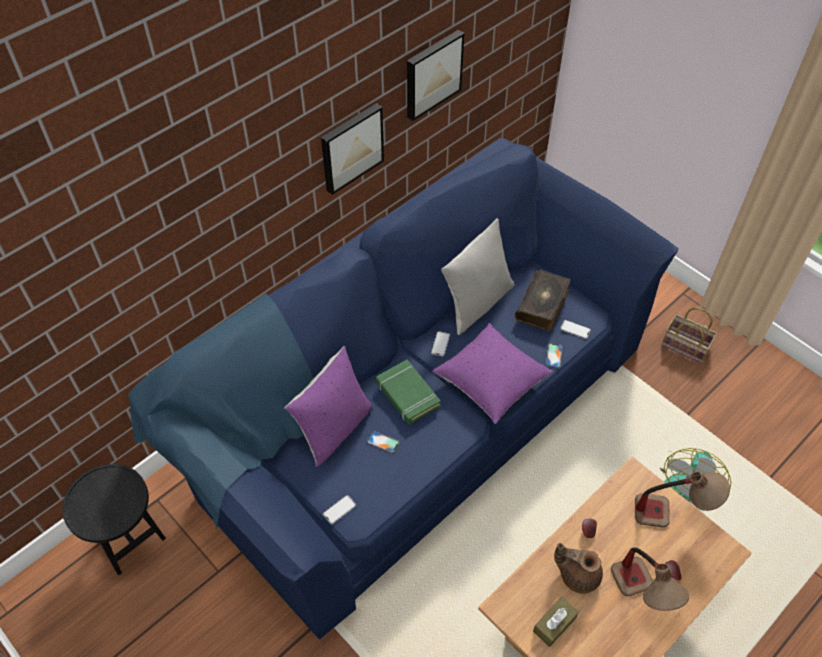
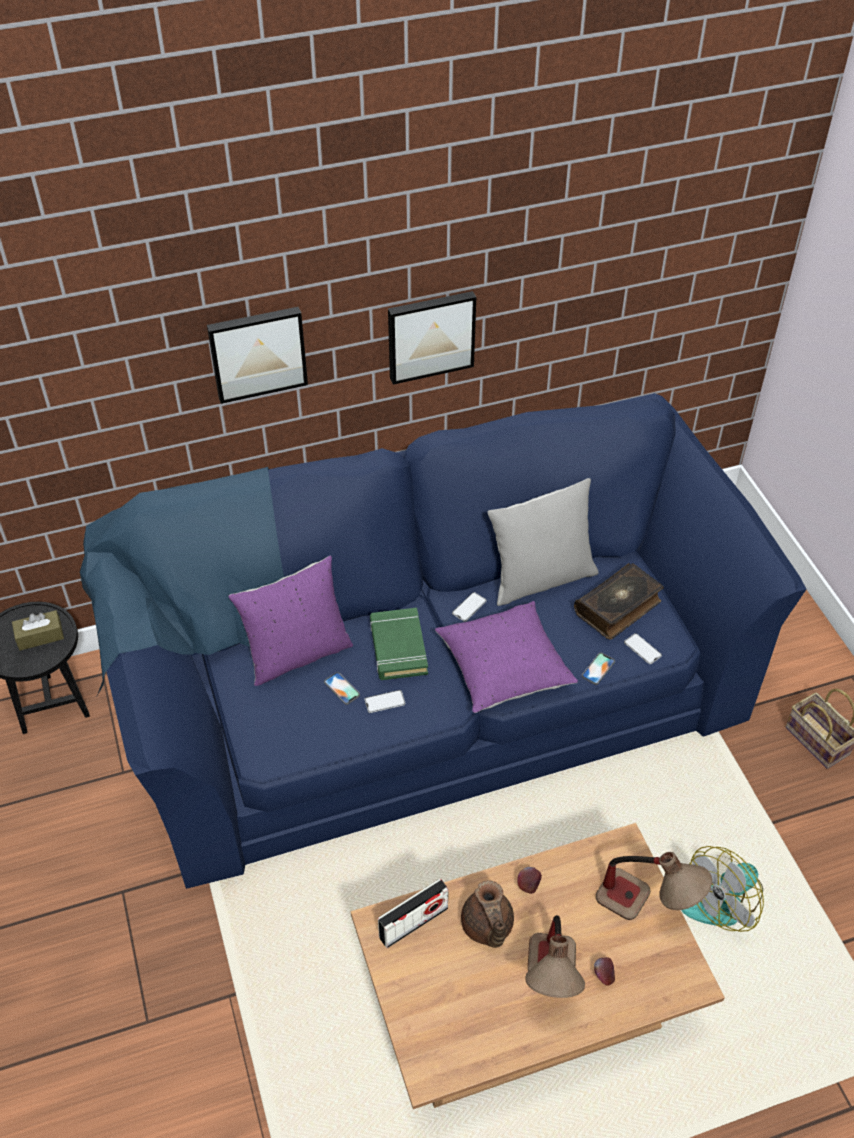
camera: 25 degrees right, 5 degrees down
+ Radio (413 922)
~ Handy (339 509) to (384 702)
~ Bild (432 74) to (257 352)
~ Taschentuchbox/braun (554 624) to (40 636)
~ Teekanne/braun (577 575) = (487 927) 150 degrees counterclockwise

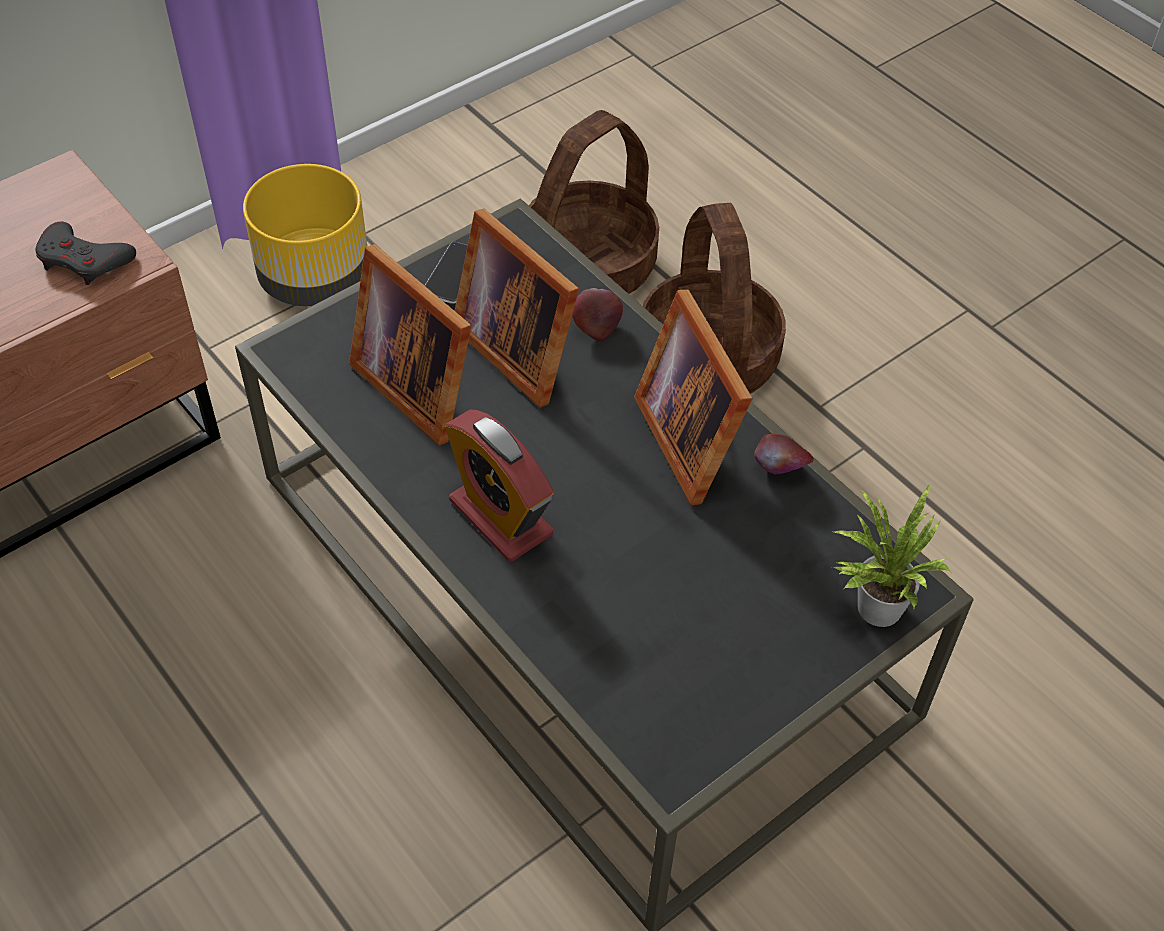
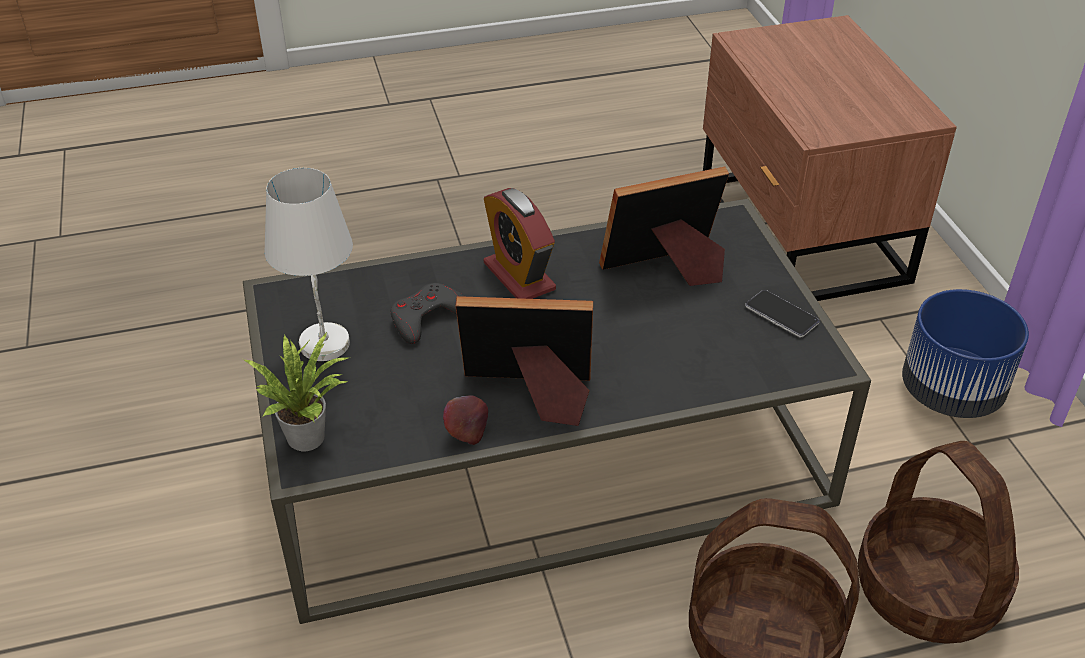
camera: 115 degrees right, 10 degrees down
- Bilderrahmen (518 347)
- Apfel (597 327)
+ Tischlampe/weiß (325 345)
~ Gamepad/grau (84 260) to (427 318)
~ Pflanzkübel/gelb (315 278) to Pflanzkübel/blau (951 392)
~ Wecker (500 517) = (519 276) 105 degrees counterclockwise

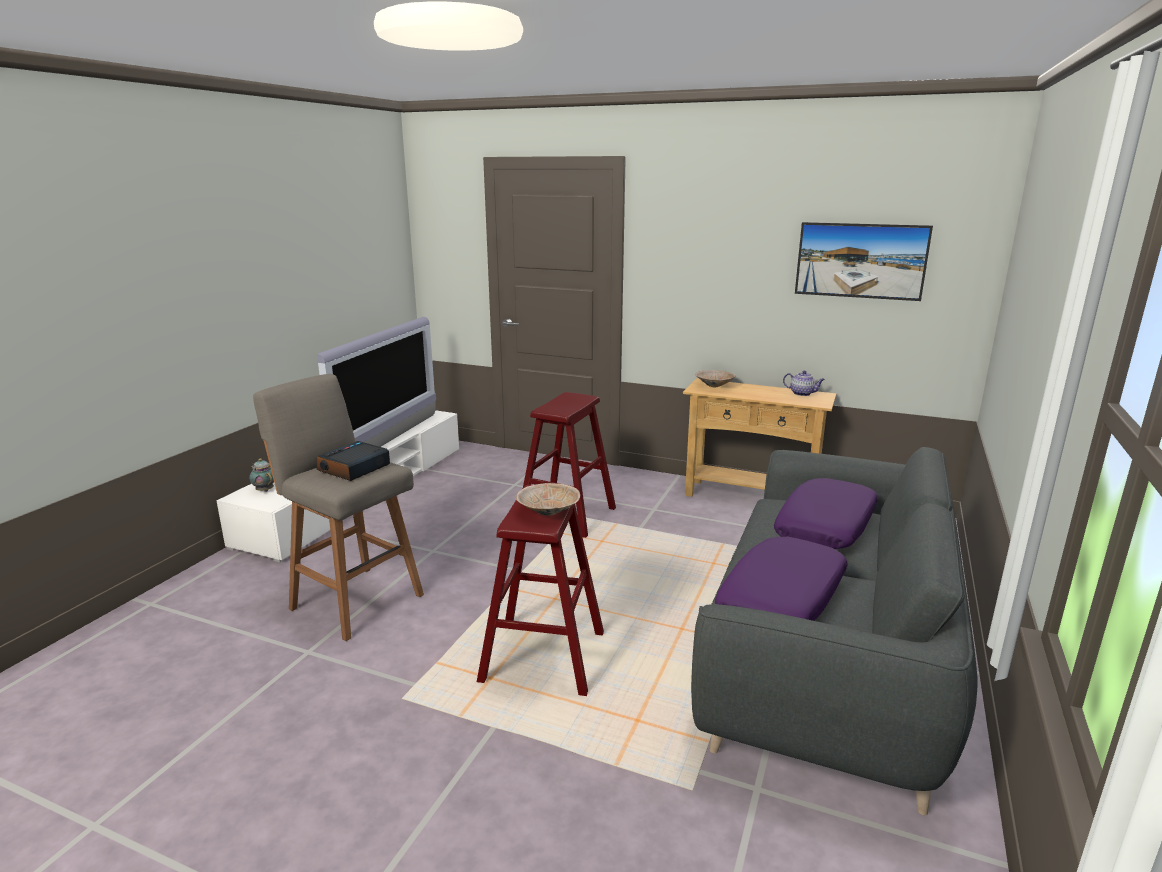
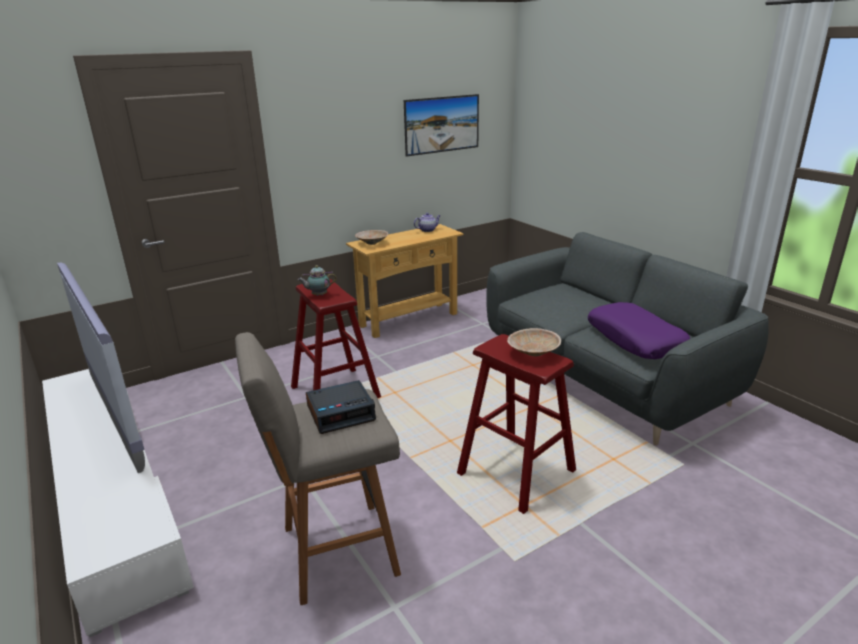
camera: 55 degrees left, 5 degrees up
- Kissen/lila (826 526)
~ Teekanne (264 490) to (318 295)
~ Wecker (354 468) = (341 413) 90 degrees counterclockwise

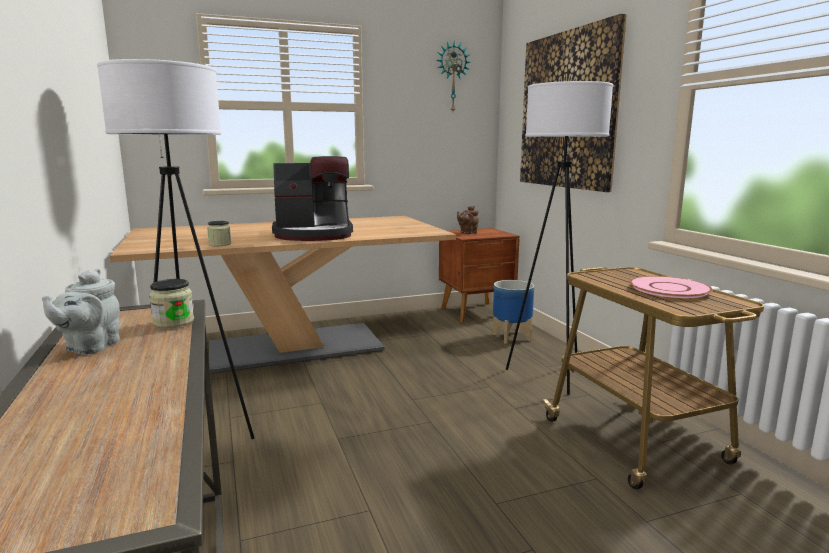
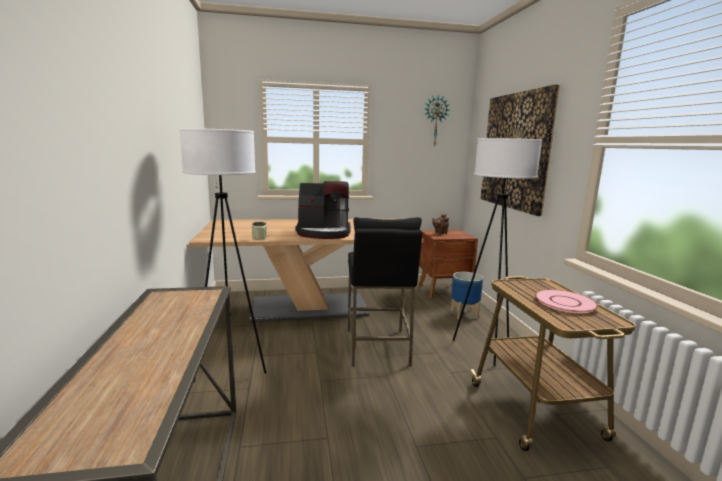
camera: 10 degrees right, 0 degrees up
- Teekanne/grau (90 347)
- Vorratsglas (173 322)
+ Hocker/schwarz (377 347)

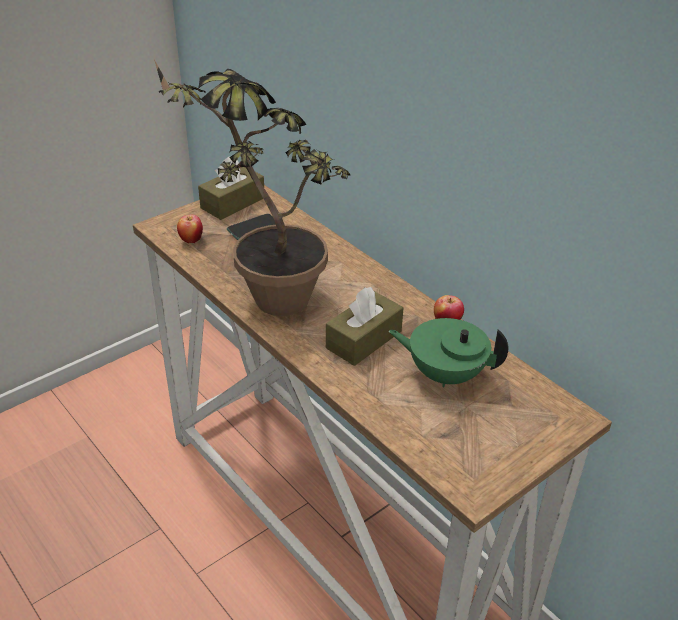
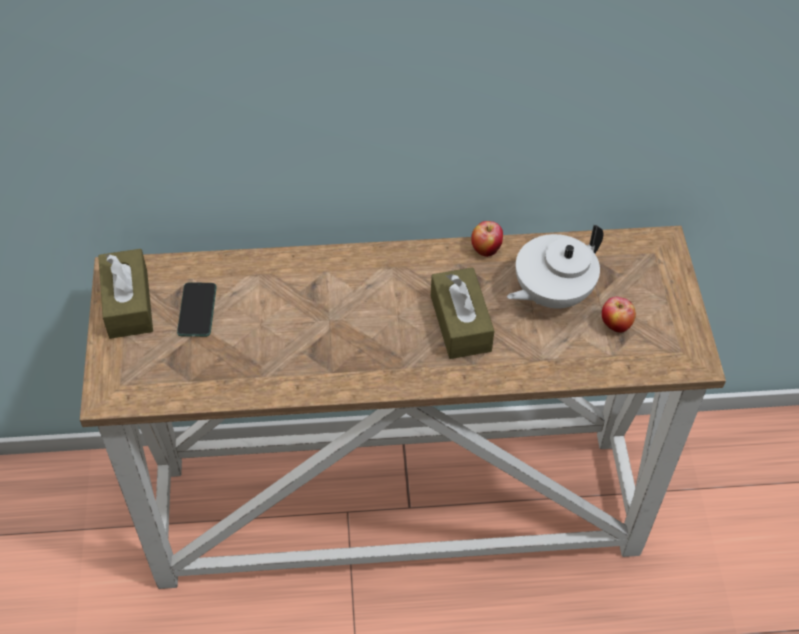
camera: 55 degrees left, 15 degrees up
- Topfpflanze (263 293)
~ Apfel (191 240) to (615 325)
~ Teekanne/grün (445 374) to Teekanne/weiß (551 293)

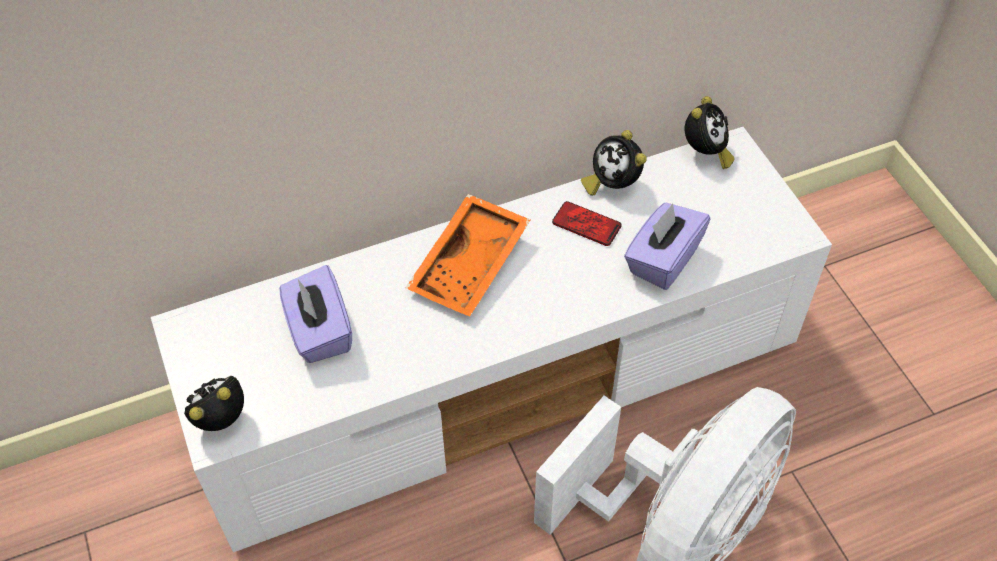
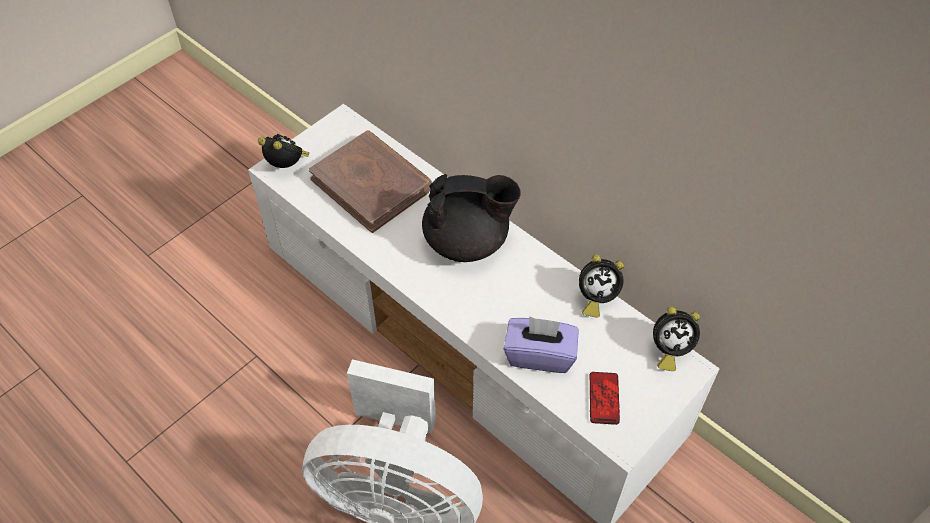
camera: 65 degrees right, 0 degrees up
~ Handy (586 224) to (604 398)
~ Taschentuchbox/lila (319 332) to Buch/braun (372 184)
~ Tablett/orange (471 266) to Teekanne/schwarz (468 241)
~ Wecker (612 184) = (595 298) 120 degrees counterclockwise

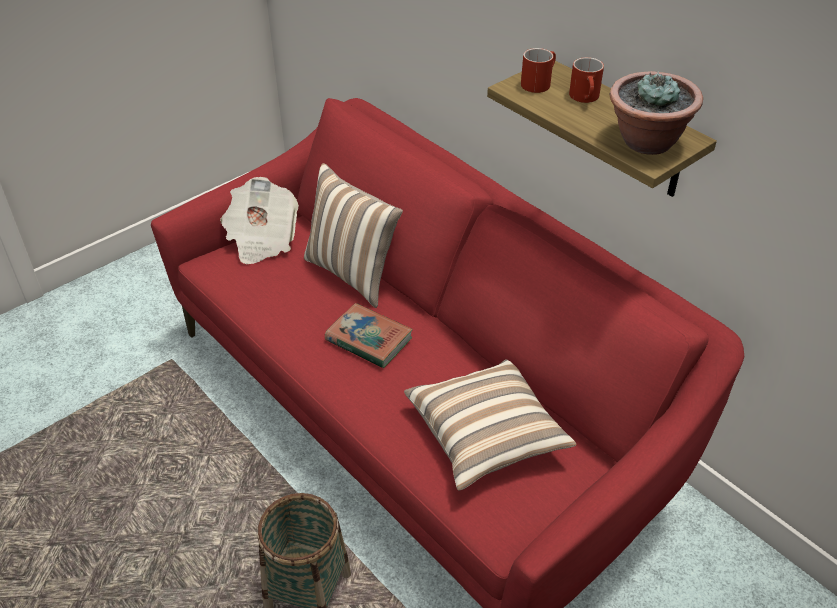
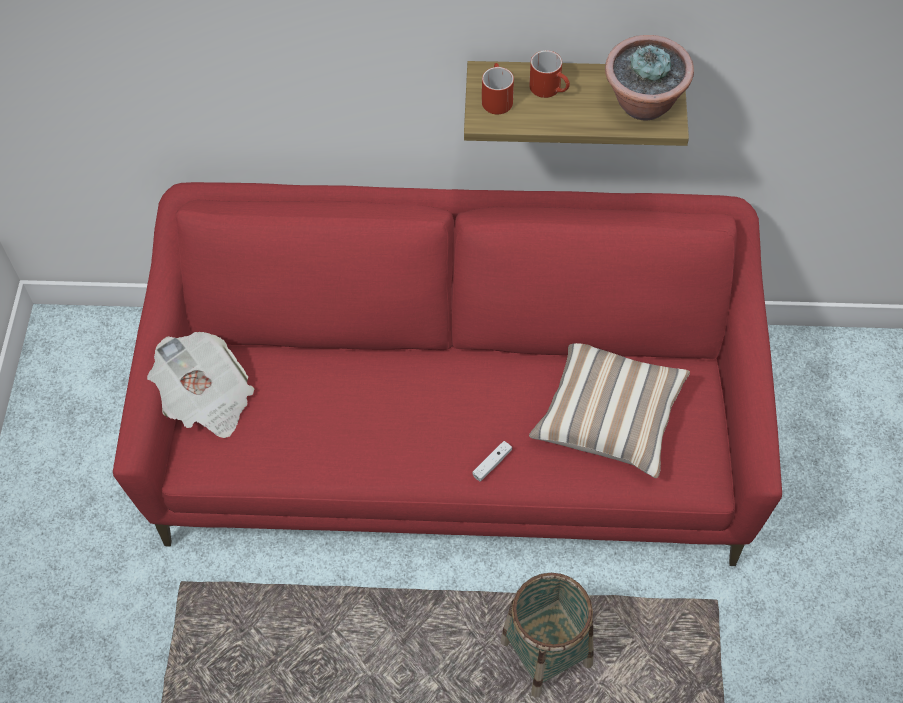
camera: 45 degrees left, 15 degrees up
- Kissen (353 273)
- Buch (369 339)
+ Gamepad/weiß (492 463)

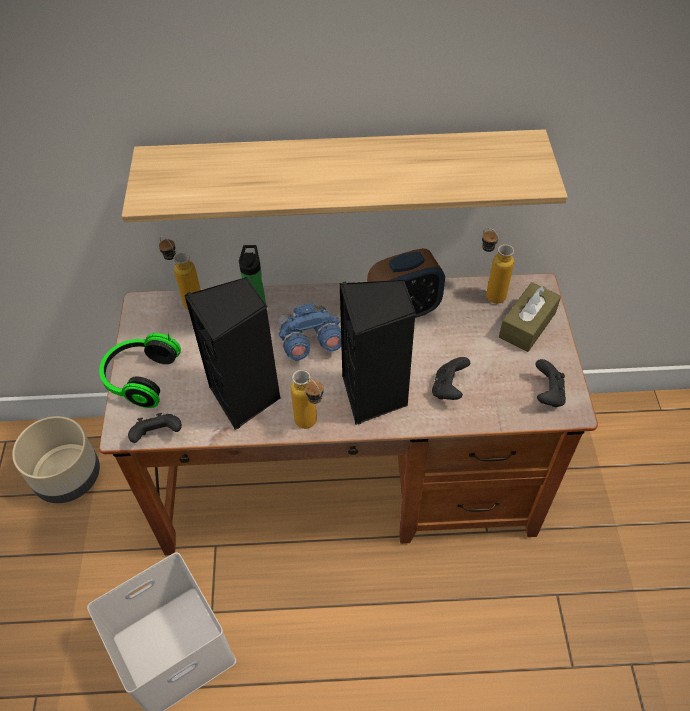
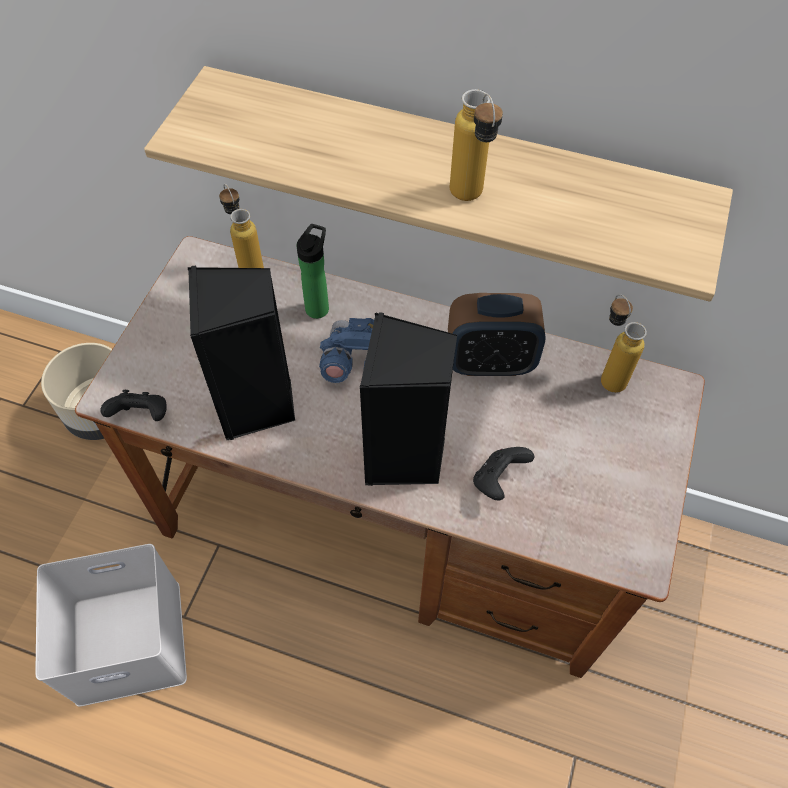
camera: 20 degrees right, 5 degrees up
- Kopfhörer (140 378)
- Taschentuchbox/braun (527 325)
- Gamepad/schwarz (547 394)
~ Flasche (311 426) to (470 200)

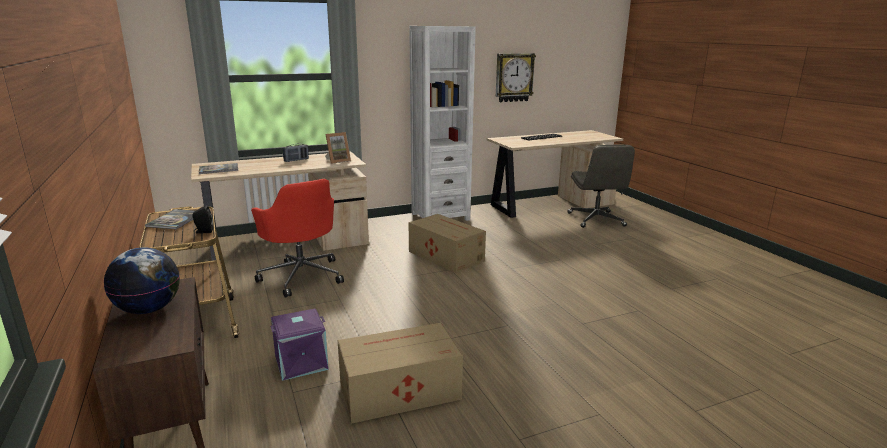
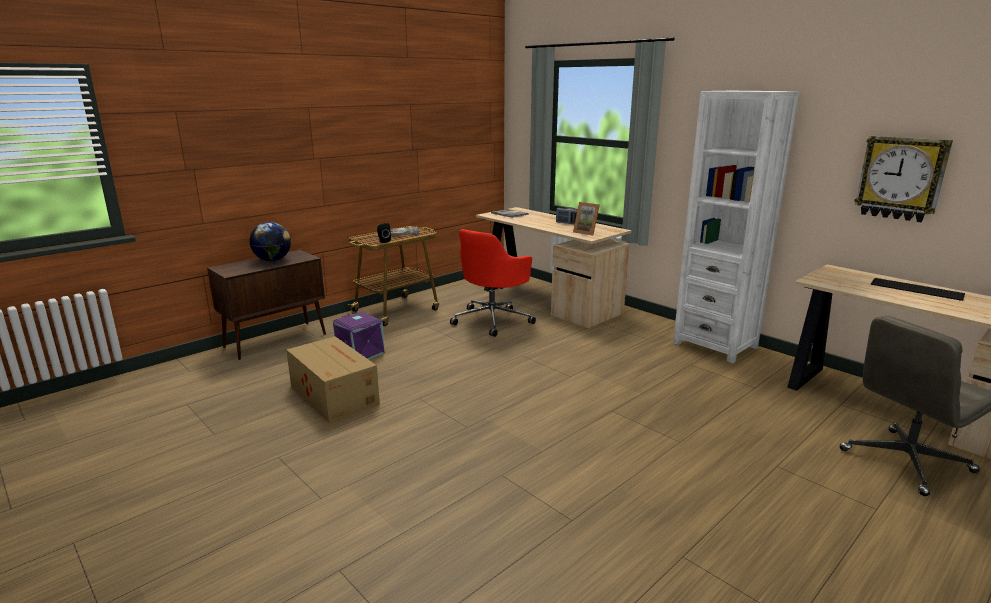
camera: 70 degrees right, 0 degrees up
- Karton (445 256)

